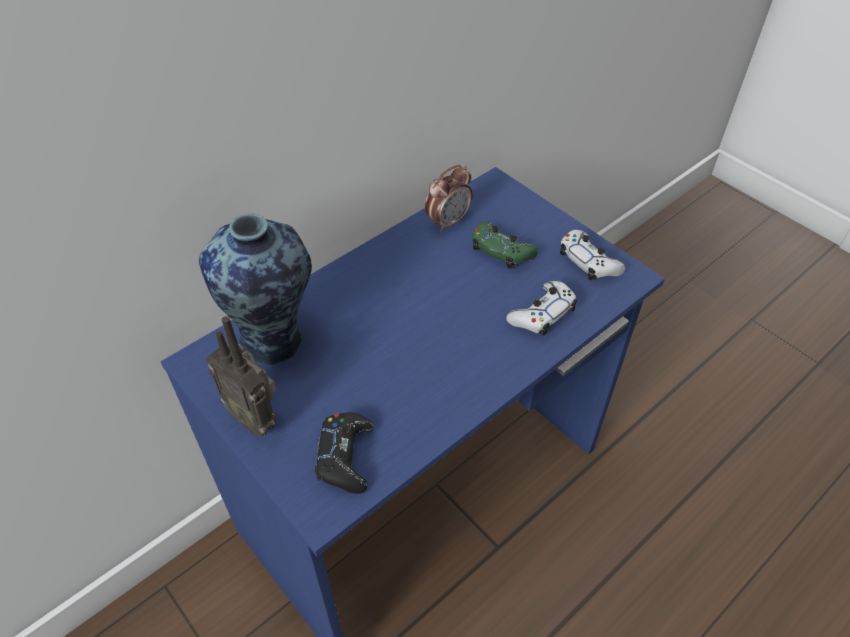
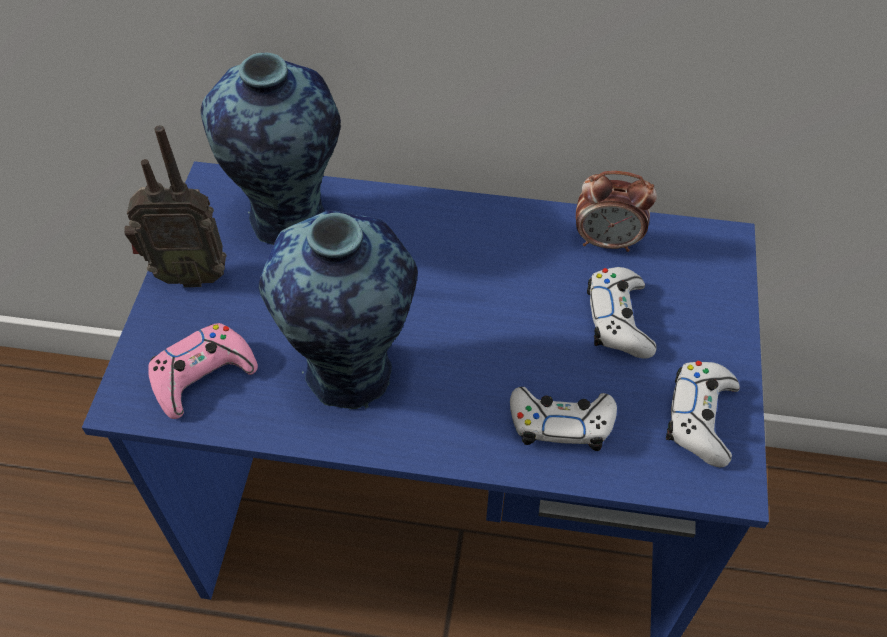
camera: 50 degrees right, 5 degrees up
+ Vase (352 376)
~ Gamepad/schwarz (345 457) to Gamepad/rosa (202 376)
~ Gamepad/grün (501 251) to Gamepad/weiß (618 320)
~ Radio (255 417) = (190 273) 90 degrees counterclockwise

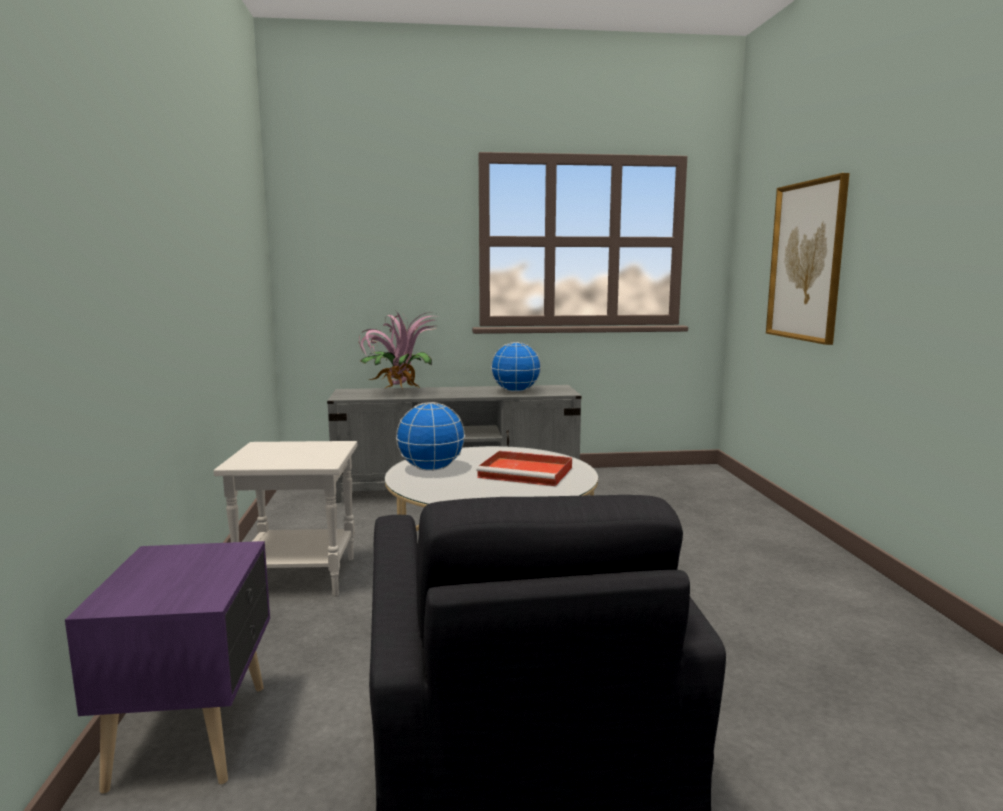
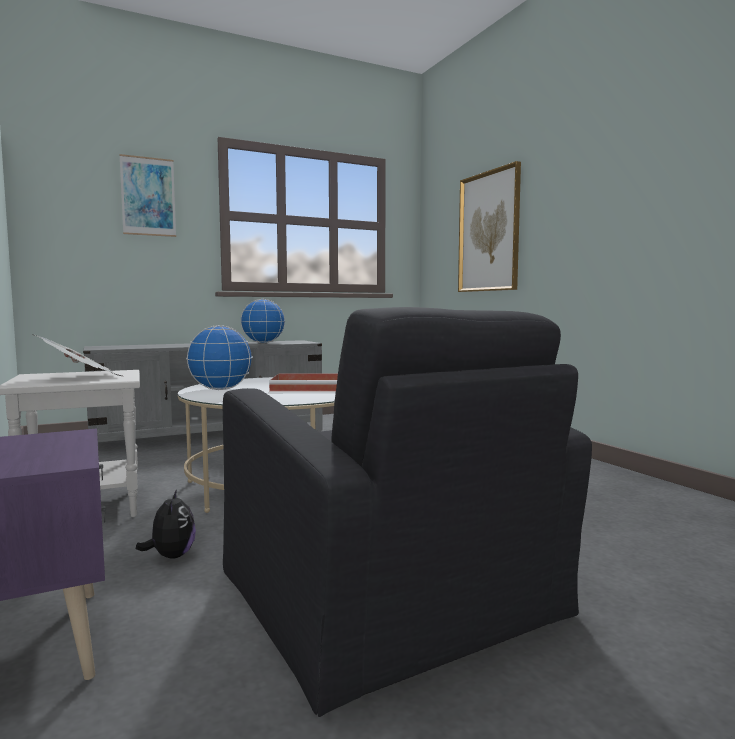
camera: 20 degrees left, 5 degrees down
- Topfpflanze (398 393)
+ Zeitung (81 377)
+ Bild (148 196)
+ Plüschtier (171 556)

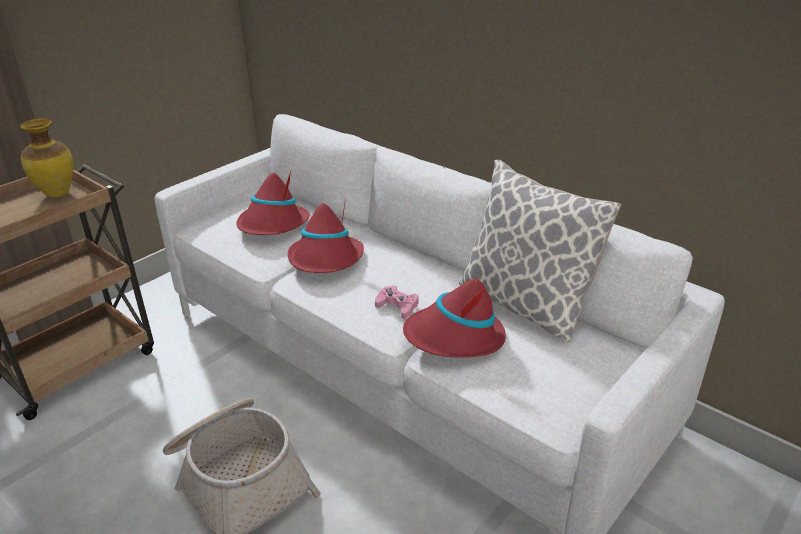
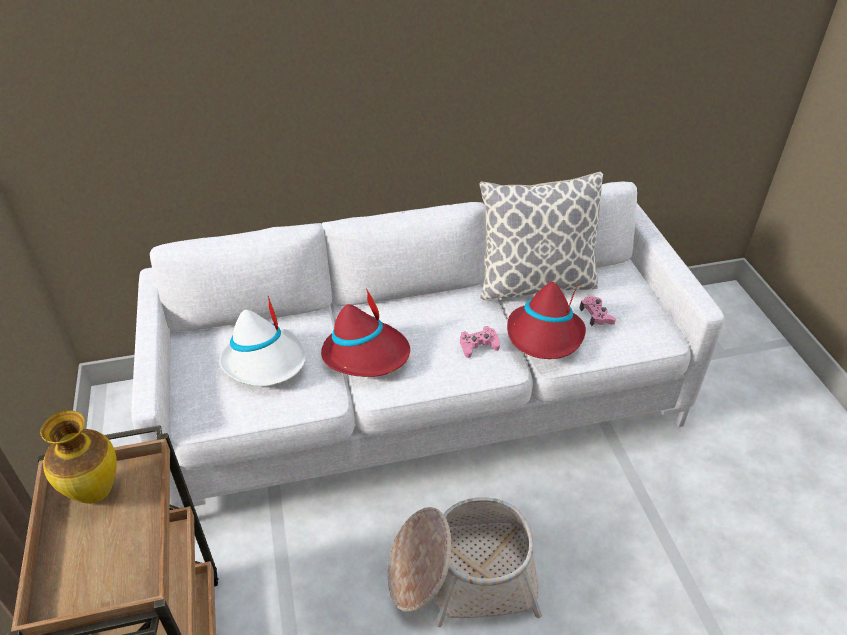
camera: 55 degrees left, 10 degrees up
+ Gamepad/rosa (596 315)
~ Hut/rot (273 225) to Hut/weiß (265 362)

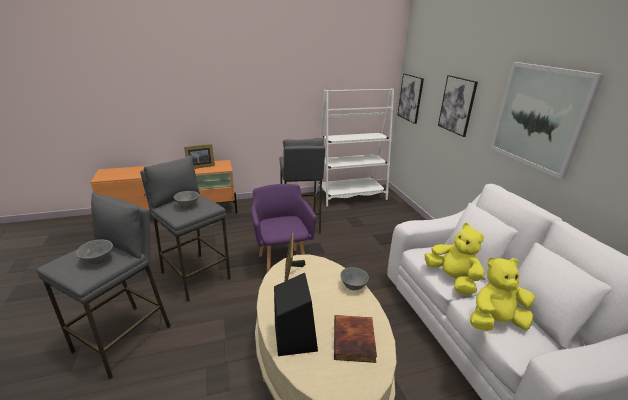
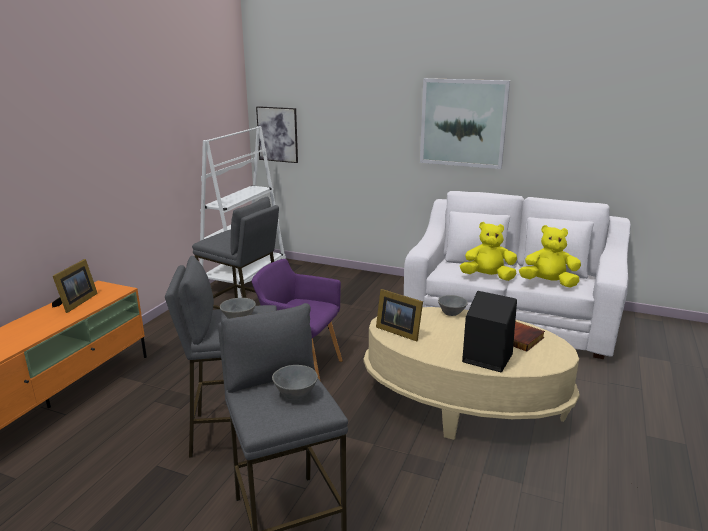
camera: 50 degrees left, 5 degrees down
- Bild (457 105)
~ Plüschtier/gelb (495 322) = (548 283) 75 degrees clockwise

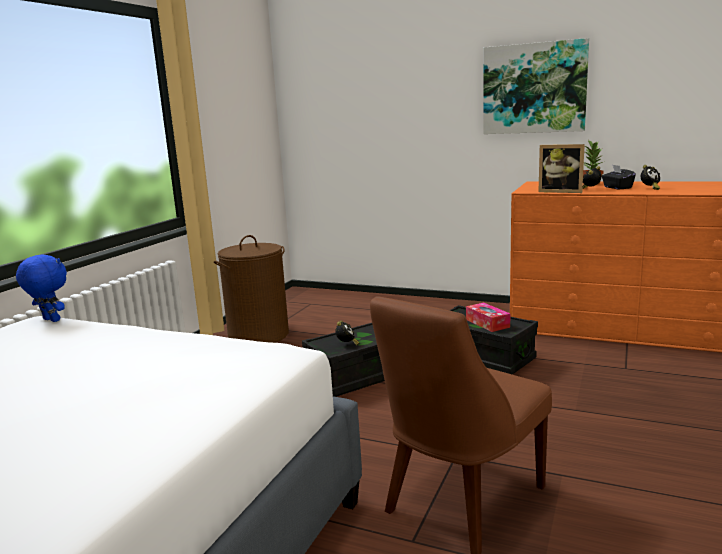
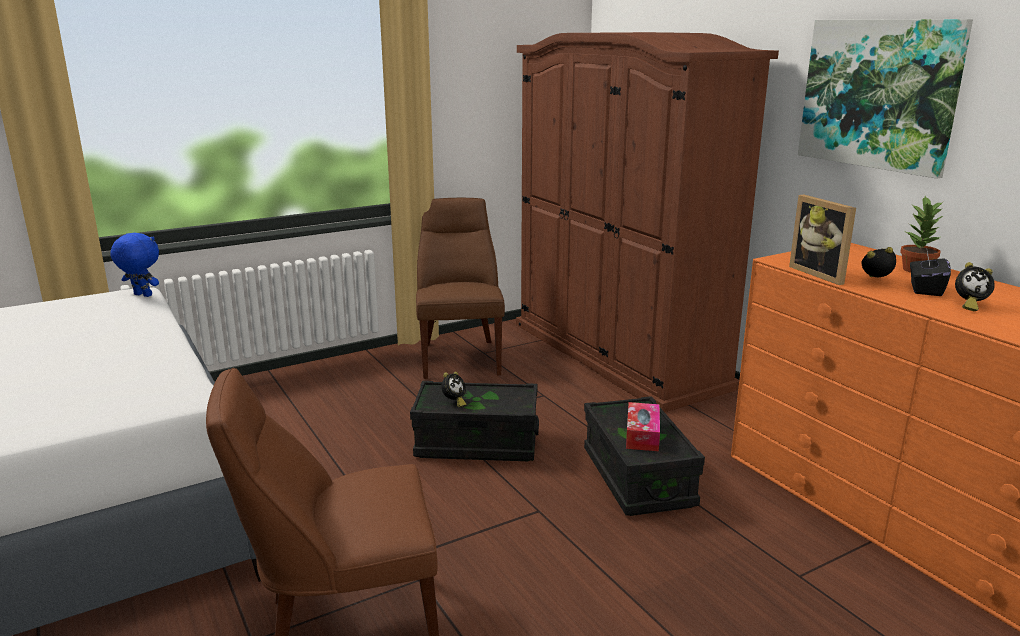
camera: 35 degrees right, 5 degrees up
+ Kleiderschrank/braun (617 354)
~ Wäschekorb/braun (258 335) to Stuhl/braun (460 357)
~ Plüschtier/blau (50 320) = (141 295) 45 degrees counterclockwise

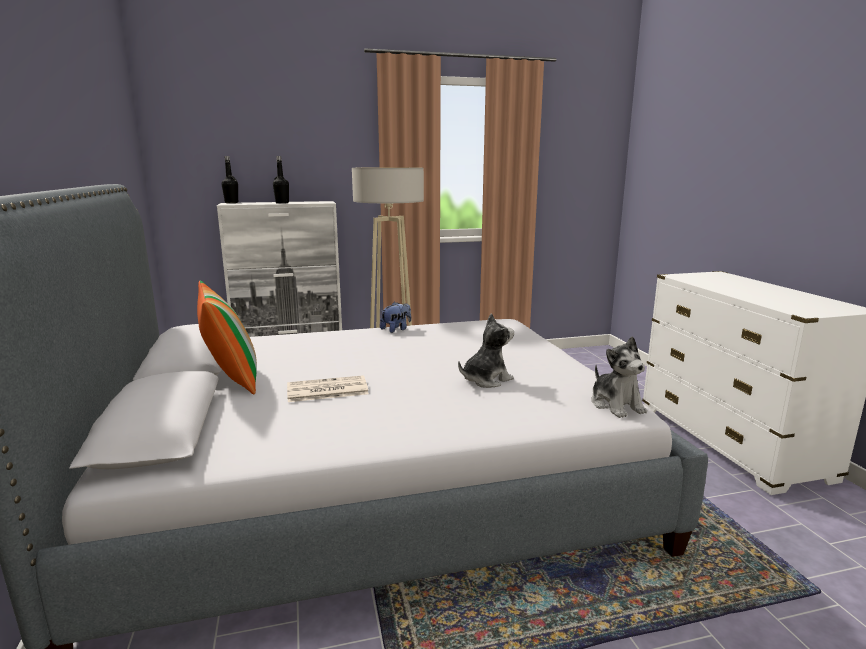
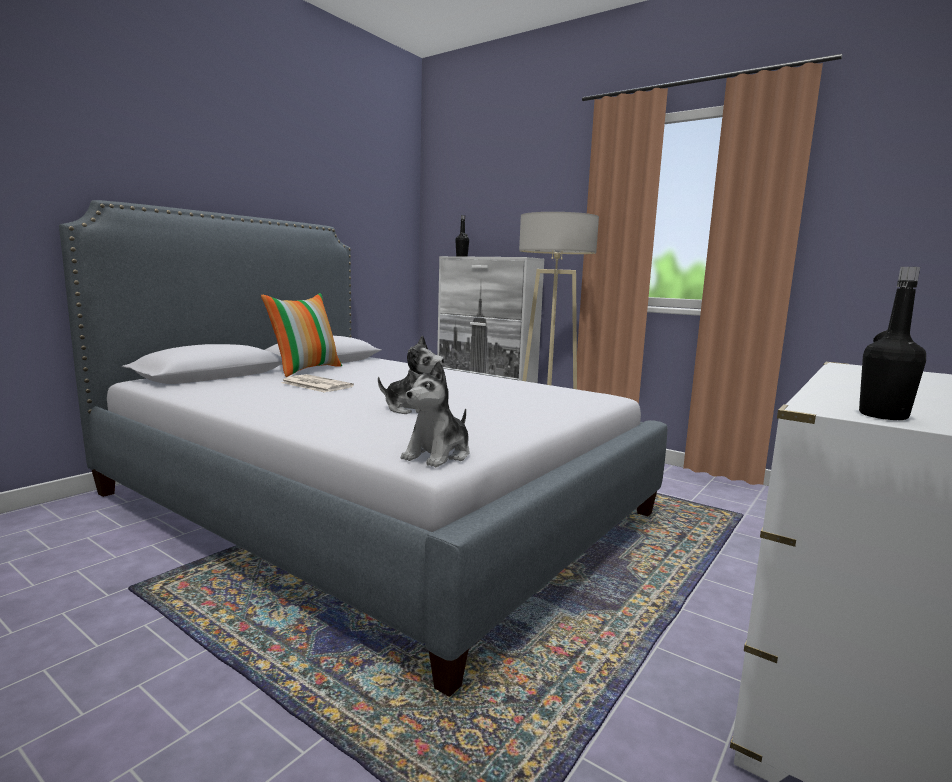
camera: 50 degrees right, 5 degrees down
- Plüschtier (396 329)
~ Flasche/schwarz (282 203) to (883 415)

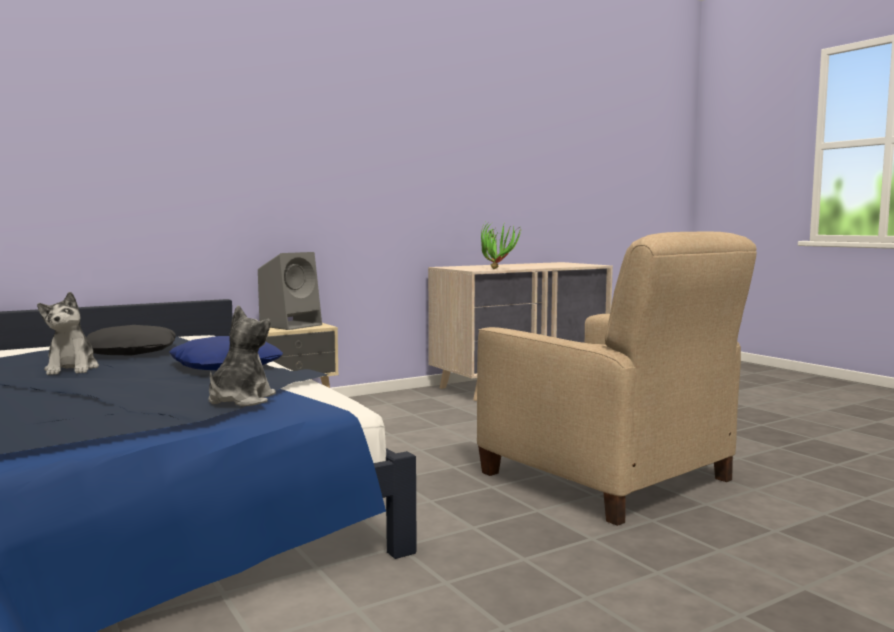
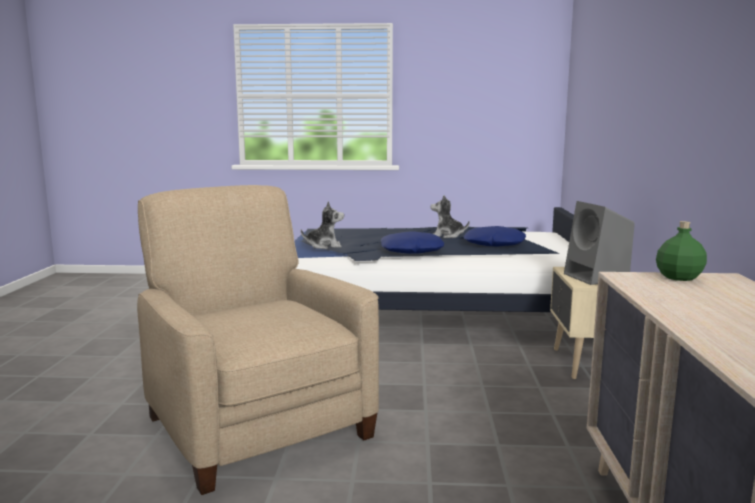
camera: 125 degrees right, 5 degrees up
- Topfpflanze (497 269)
+ Flasche/grün (679 277)
~ Kissen/schwarz (131 352) to Kissen/blau (494 244)
~ Plüschtier (240 400) = (324 246) 60 degrees counterclockwise
~ Sessel/beige (607 477) = (256 425) 60 degrees clockwise

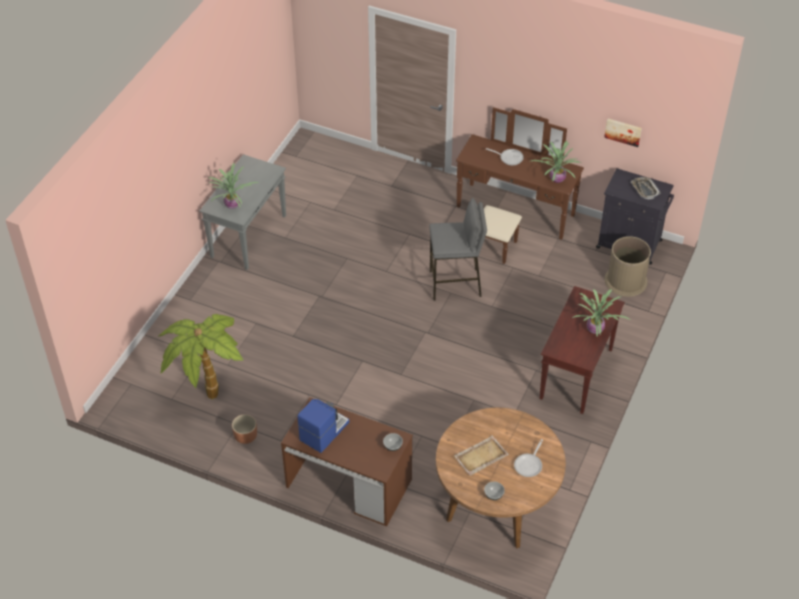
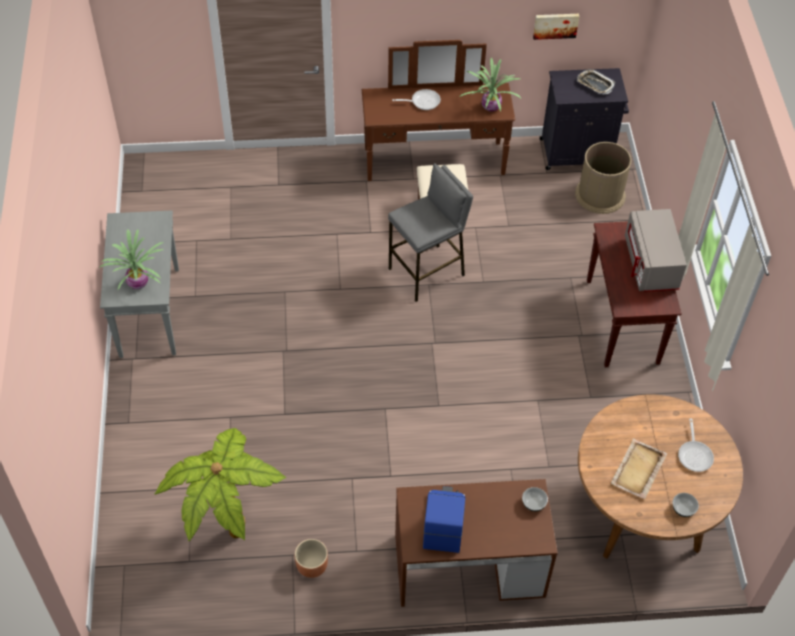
camera: 30 degrees left, 5 degrees up
~ Topfpflanze (596 330) to Mikrowelle/grau (651 264)

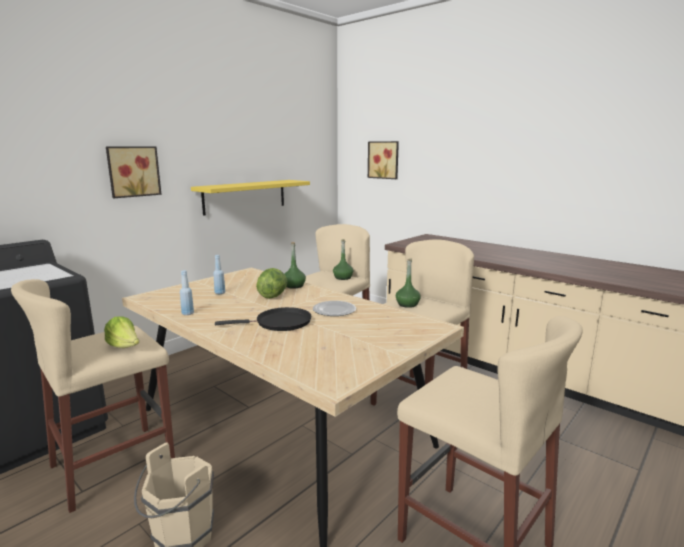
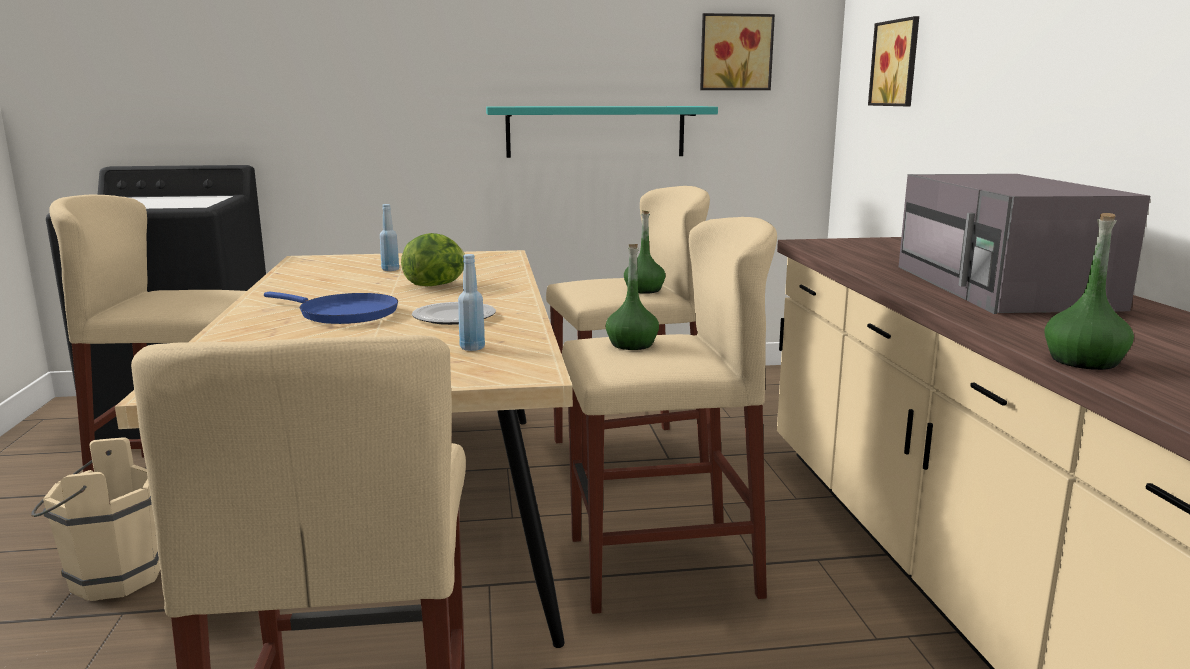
camera: 40 degrees right, 0 degrees up
- Salatkopf (125 347)
+ Mikrowelle/grau (1003 288)
~ Bild (133 171) to (735 52)
~ Flasche/blau (187 313) to (472 348)
~ Flasche/grün (294 286) to (1084 361)
~ Wandregal/gelb (245 196) to Wandregal/türkis (595 131)
~ Pfanne/schwarz (279 323) to Pfanne/blau (343 314)

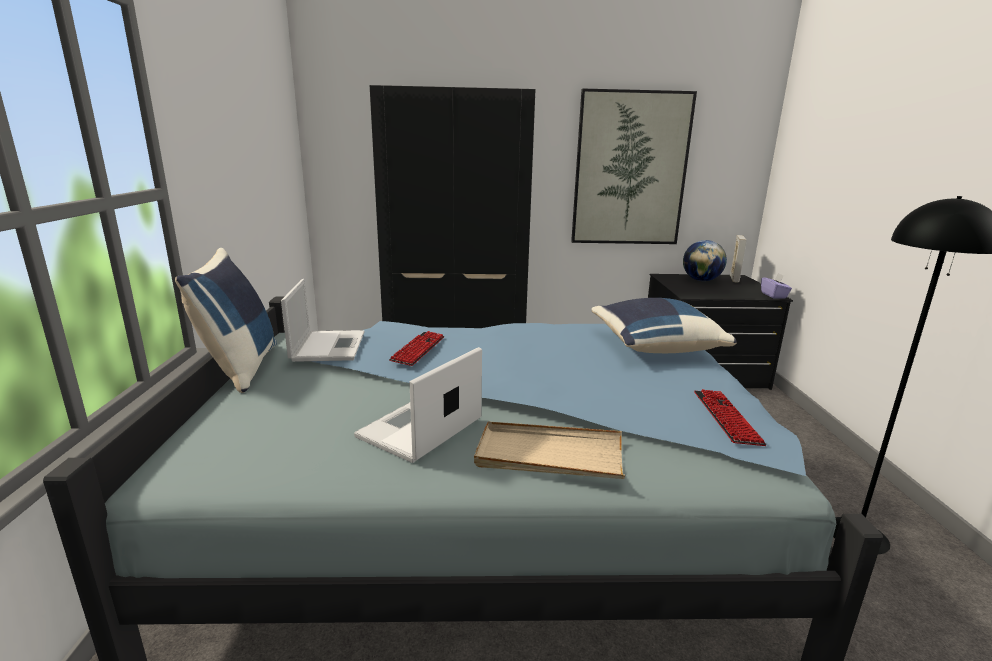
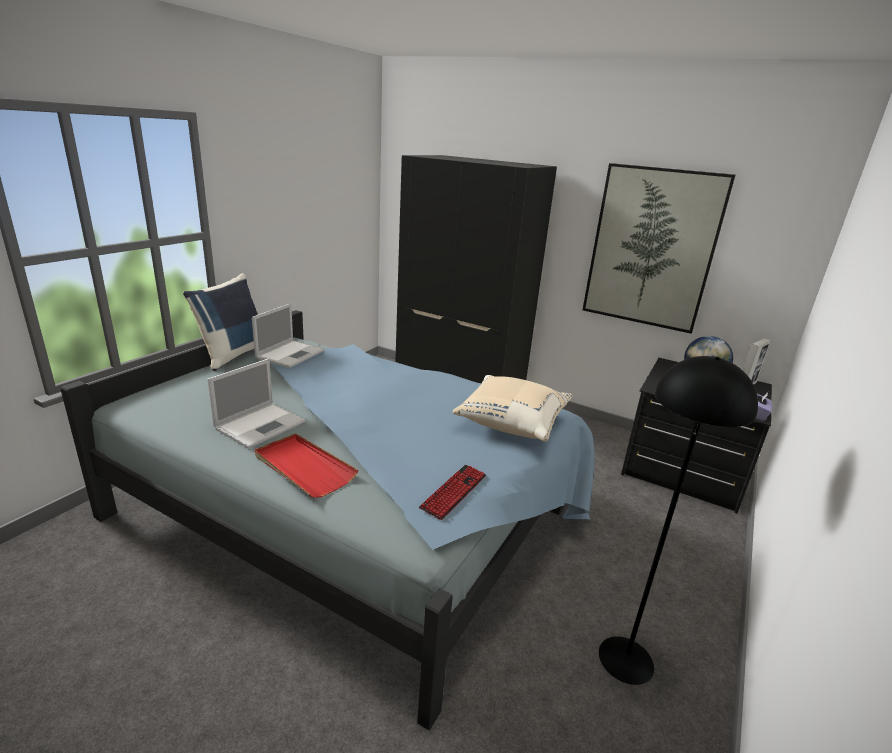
camera: 30 degrees right, 5 degrees up
- Tastatur (418 349)
~ Tablett/beige (549 455) to Tablett/rot (303 468)
~ Kissen/blau (654 346) to Kissen/beige (511 422)
~ Laptop (418 430) = (261 424) 150 degrees clockwise

